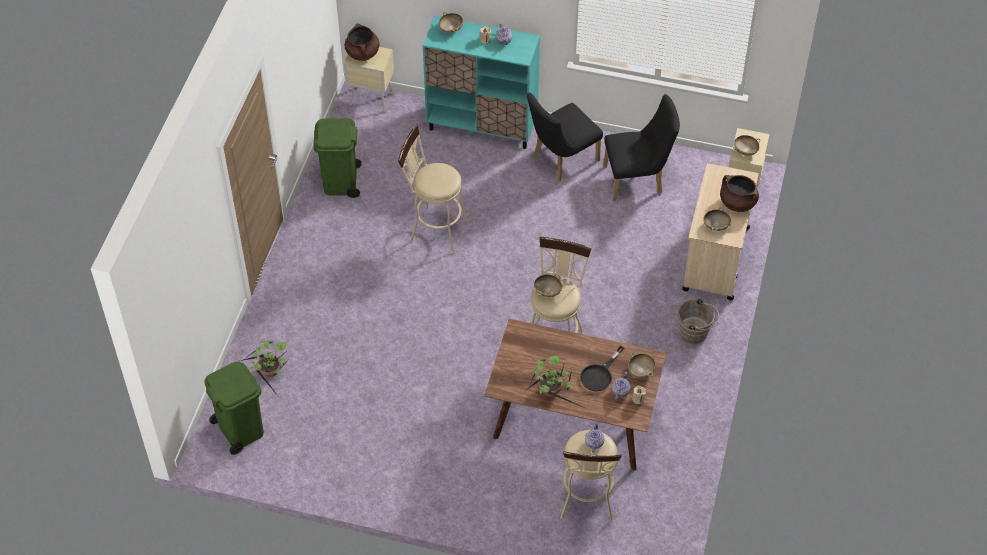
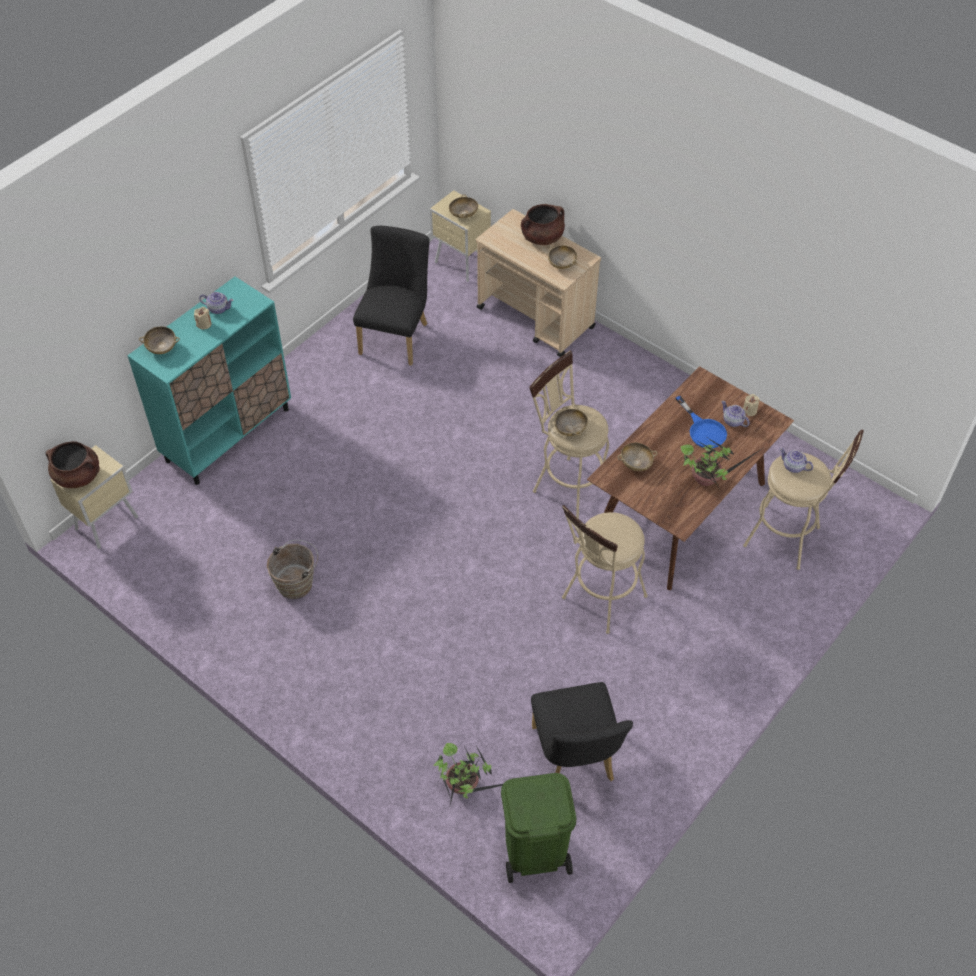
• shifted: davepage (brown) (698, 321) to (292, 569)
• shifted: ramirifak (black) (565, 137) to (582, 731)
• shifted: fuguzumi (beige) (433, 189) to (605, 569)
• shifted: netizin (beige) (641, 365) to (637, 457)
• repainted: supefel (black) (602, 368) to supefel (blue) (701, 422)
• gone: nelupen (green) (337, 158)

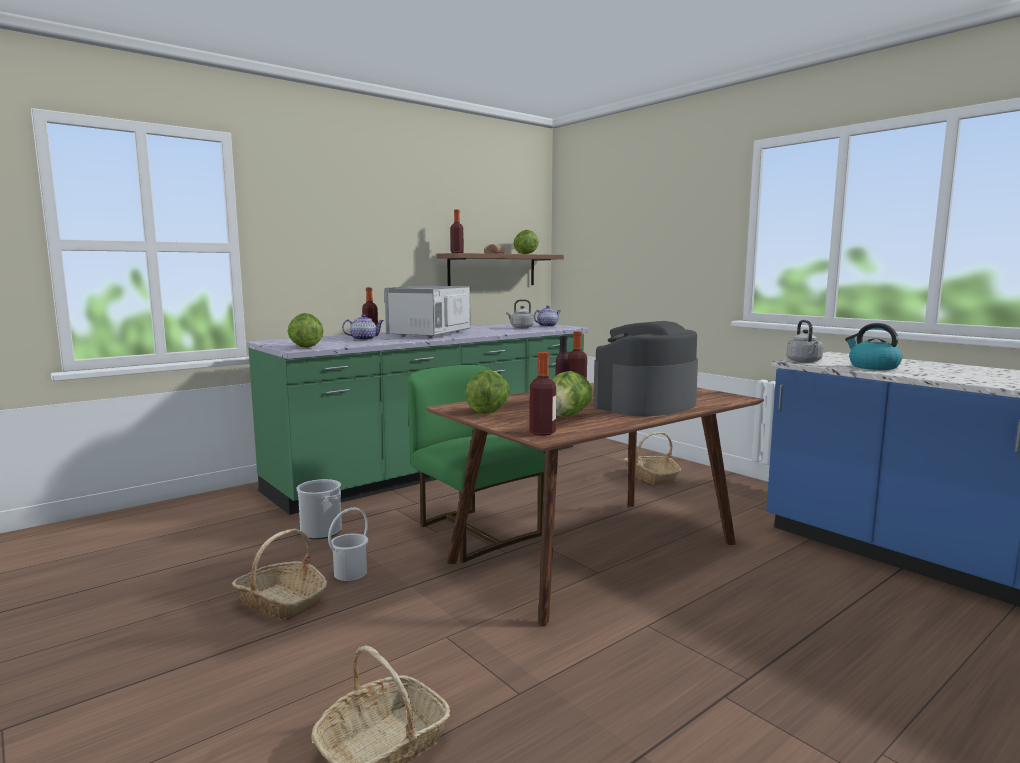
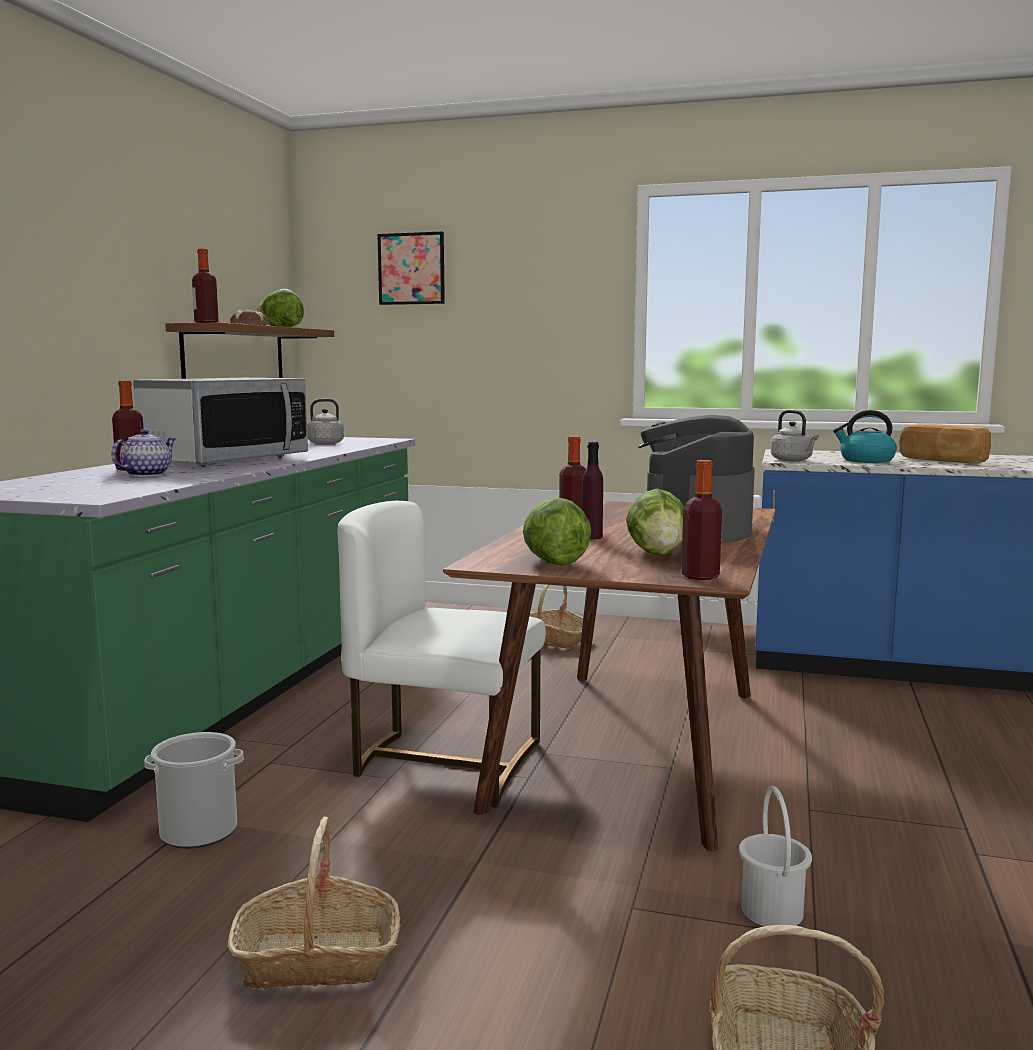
• rotated: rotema (427, 312) = (220, 422) 135 degrees counterclockwise
• repainted: ramirifak (green) (476, 464) to ramirifak (white) (442, 654)
• new: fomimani (411, 268)
• shifted: davepage (white) (348, 544) to (775, 856)
• new: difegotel (945, 443)
• gone: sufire (305, 330)
• gone: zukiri (547, 316)

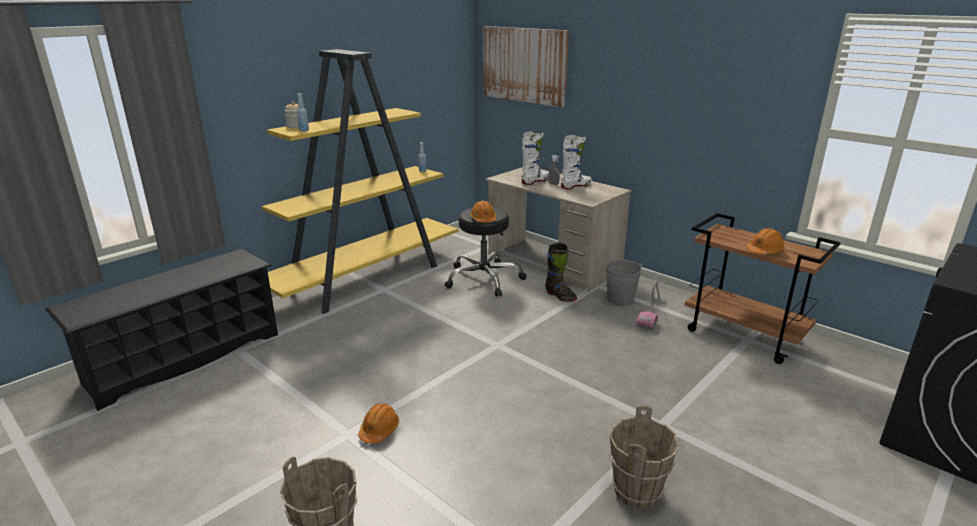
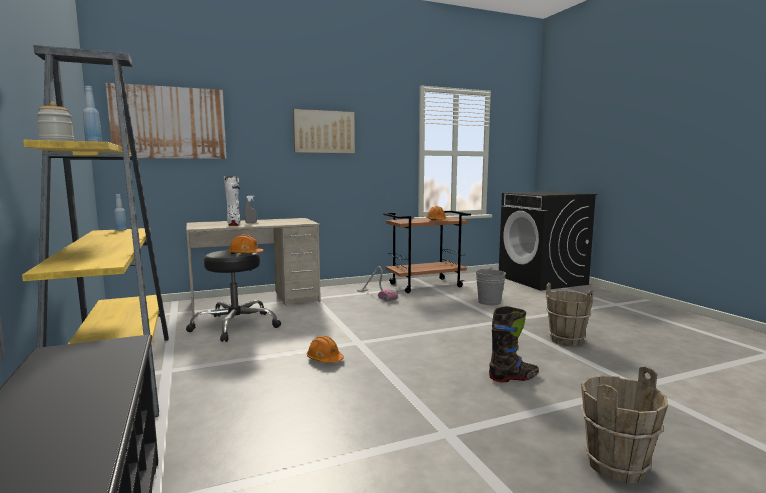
• new: fomimani (324, 131)
• shifted: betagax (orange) (378, 423) to (325, 349)
• shifted: davepage (grey) (623, 283) to (491, 286)
• shifted: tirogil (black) (561, 272) to (514, 344)
• gone: tirogil (white) (576, 162)

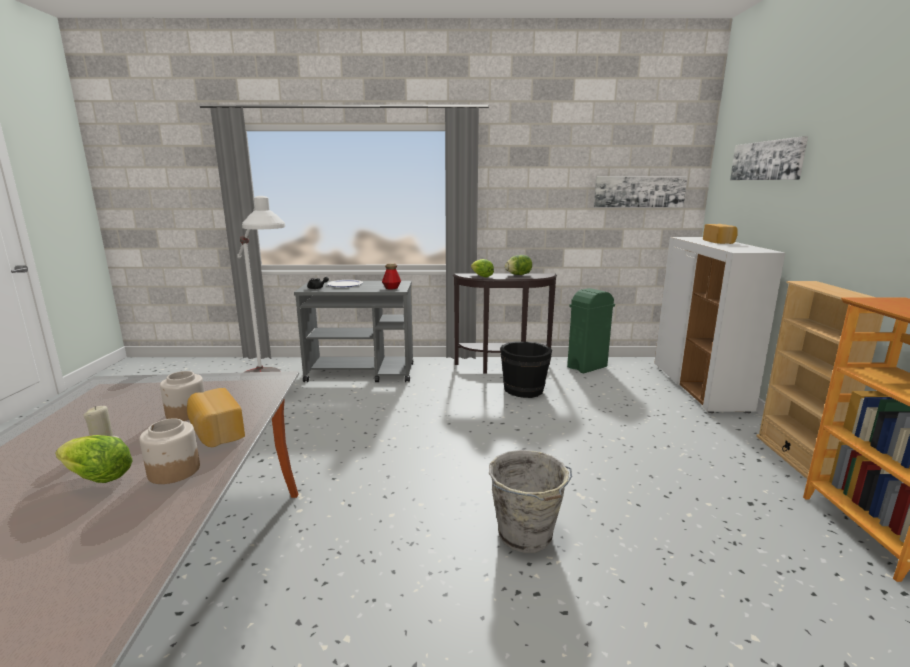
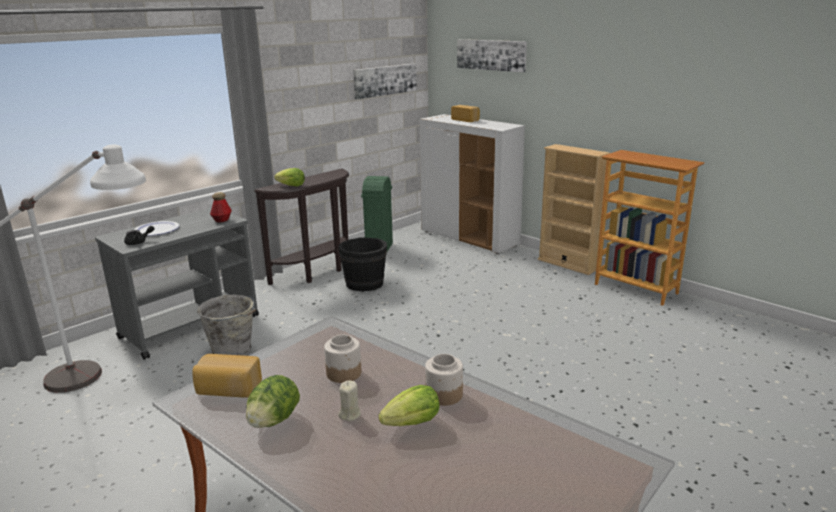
• shifted: difegotel (216, 417) to (227, 376)
• shifted: davepage (grey) (530, 501) to (226, 325)
• shifted: sufire (518, 265) to (273, 401)

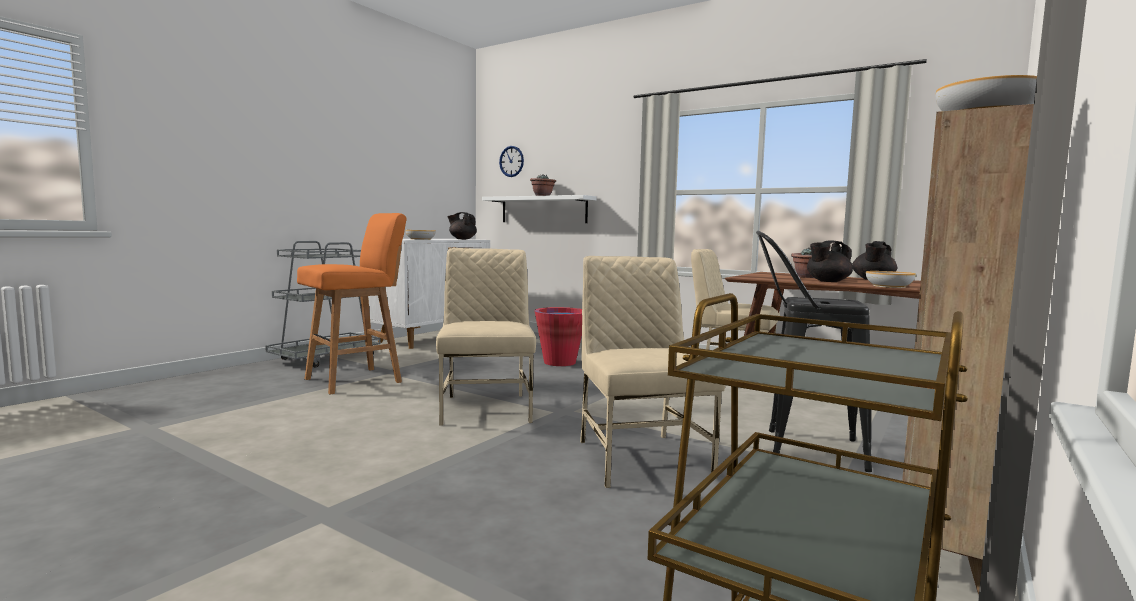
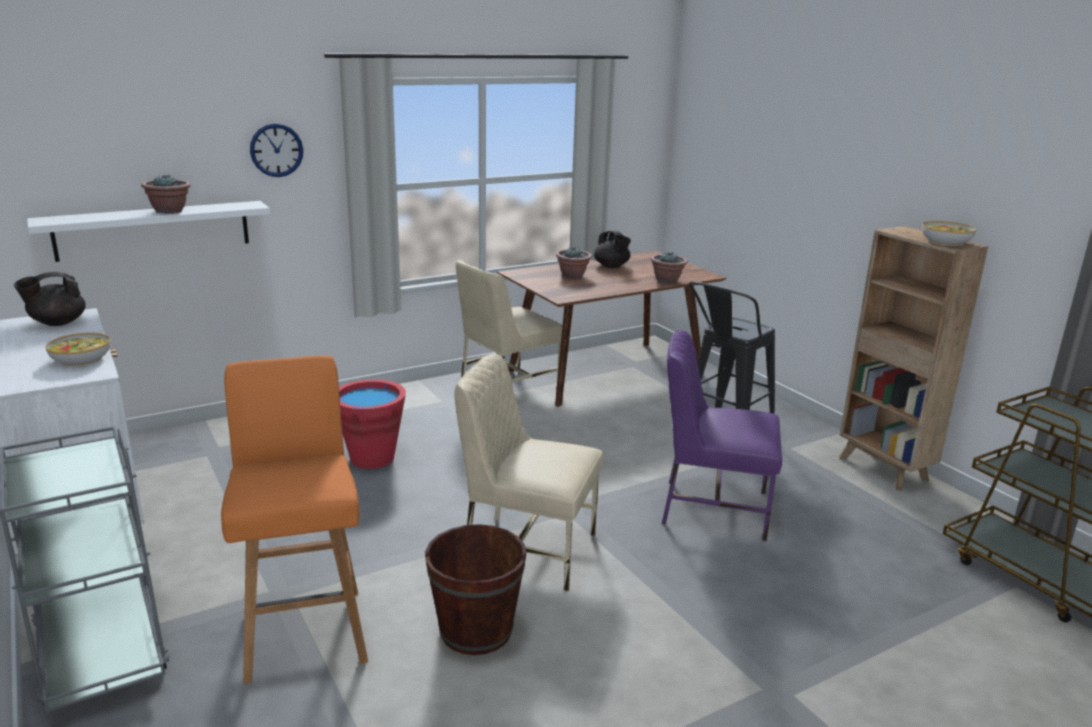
• shifted: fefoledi (511, 161) to (276, 150)
• new: davepage (brown) (476, 589)
• swapped: netizin (891, 279) to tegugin (669, 268)
• repainted: ramirifak (beige) (653, 372) to ramirifak (purple) (722, 435)
• gone: zukiri (black) (830, 261)

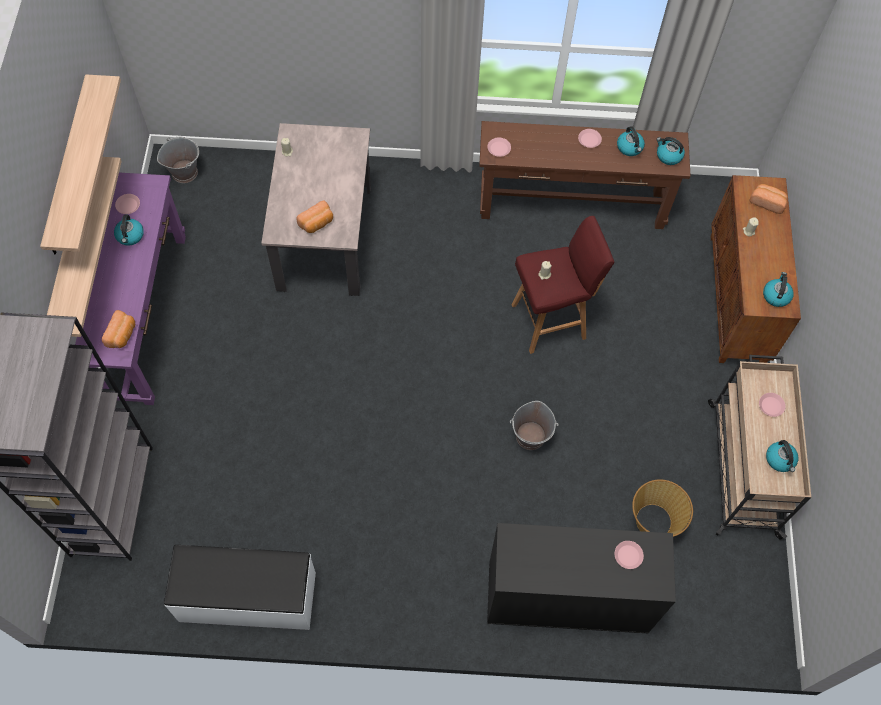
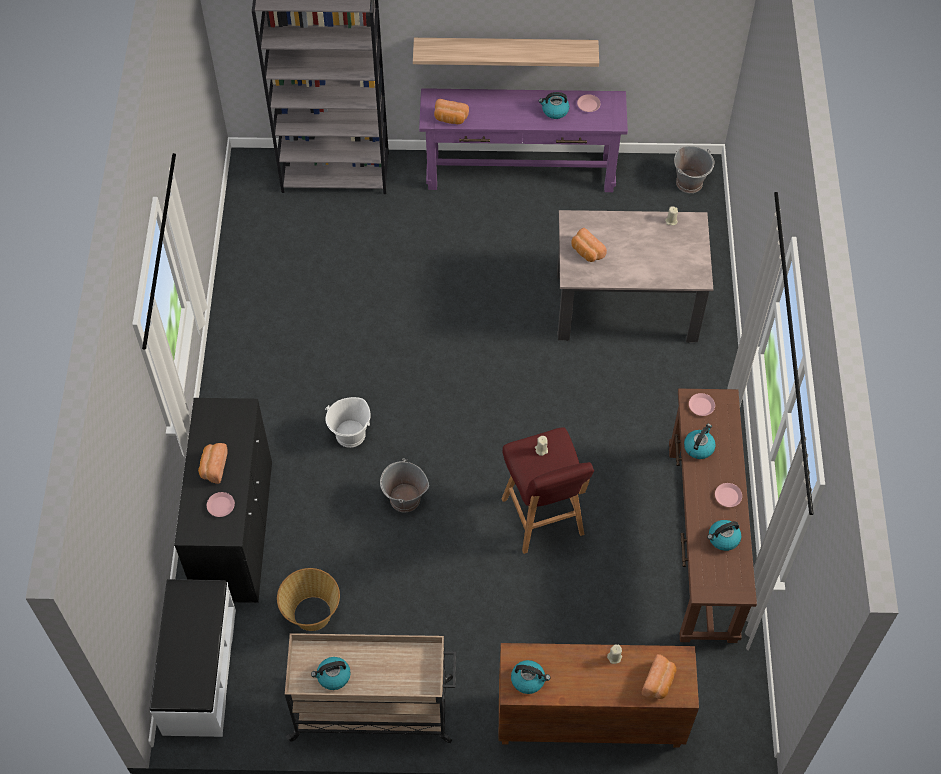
• shifted: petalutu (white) (240, 587) to (193, 658)
• new: difegotel (213, 463)
• new: davepage (white) (348, 422)
• shifted: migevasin (670, 151) to (700, 441)
• gone: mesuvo (80, 164)
• gone: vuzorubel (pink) (772, 405)

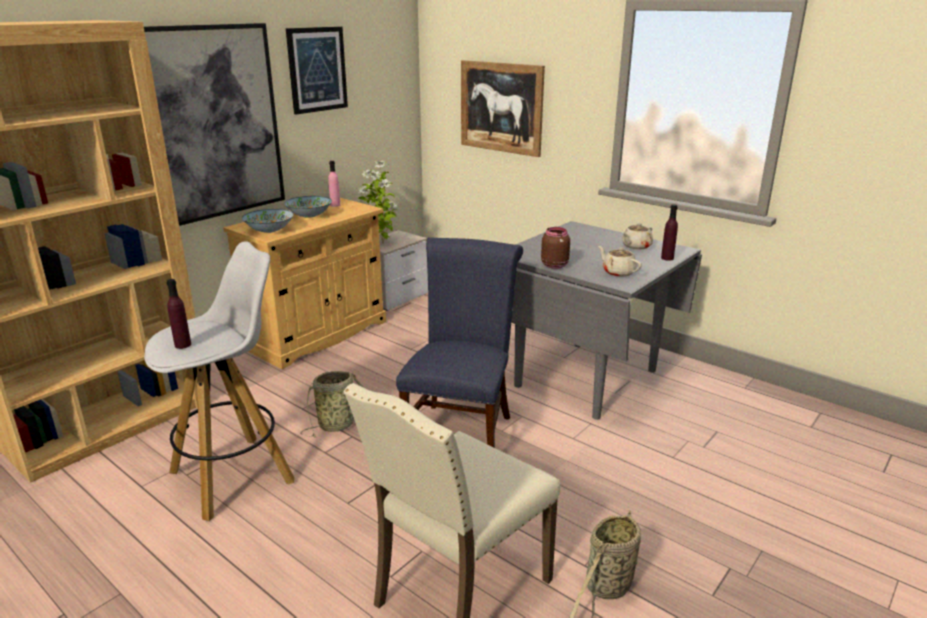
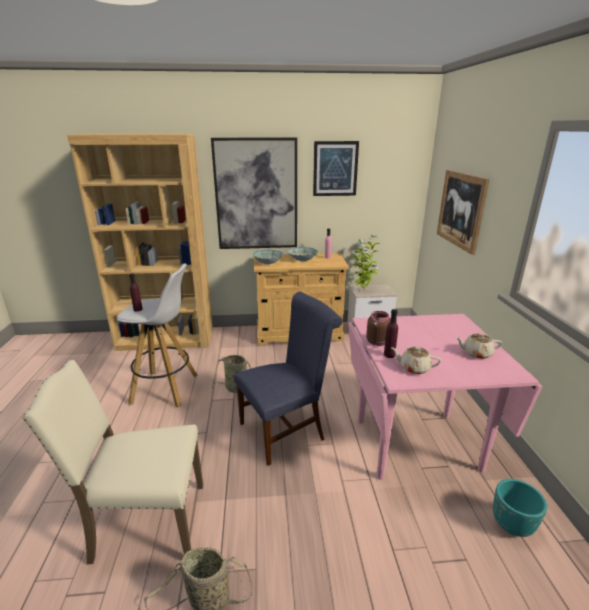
• repainted: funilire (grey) (606, 320) to funilire (pink) (445, 397)
• shifted: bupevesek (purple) (669, 232) to (391, 333)
• rotated: zukiri (beige) (620, 261) = (416, 360) 75 degrees counterclockwise
• new: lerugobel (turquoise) (520, 508)

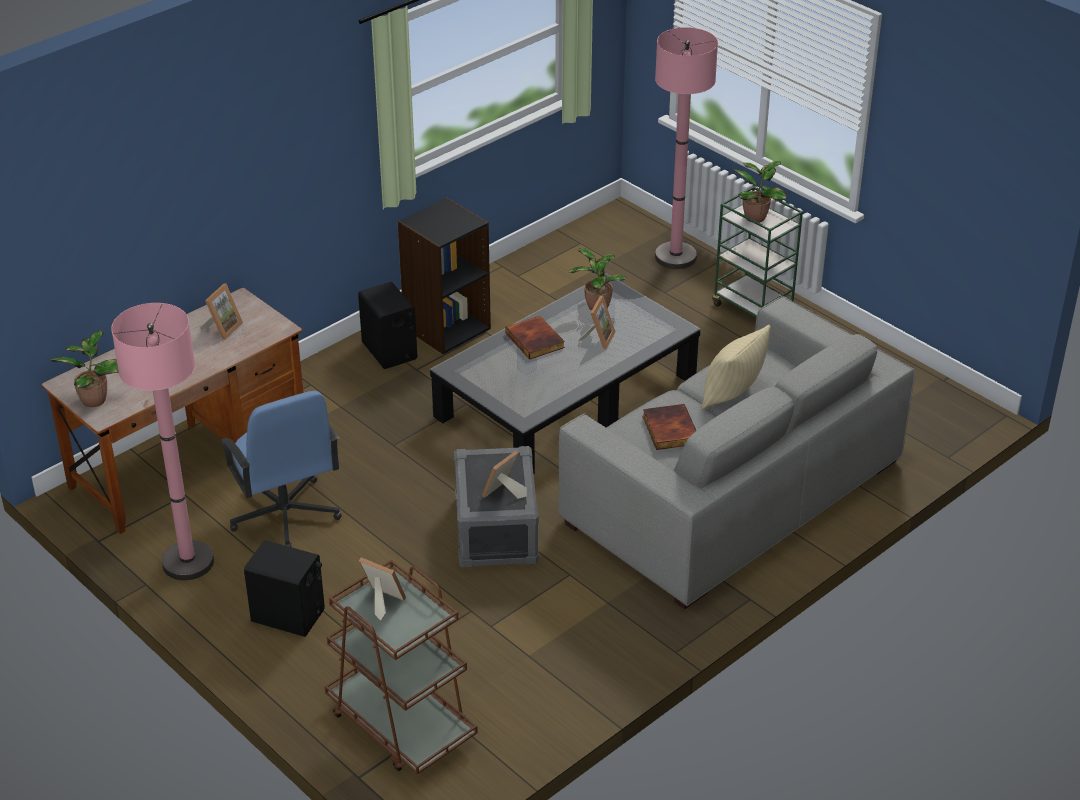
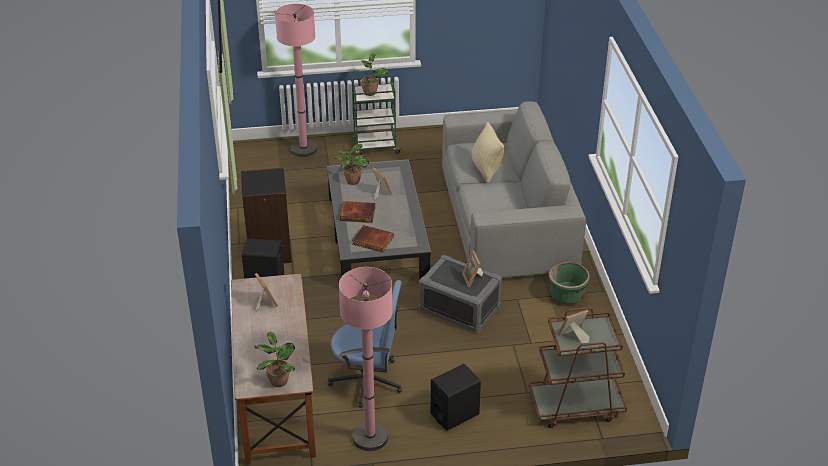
• shifted: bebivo (669, 427) to (372, 239)
• new: lerugobel (green) (569, 283)

